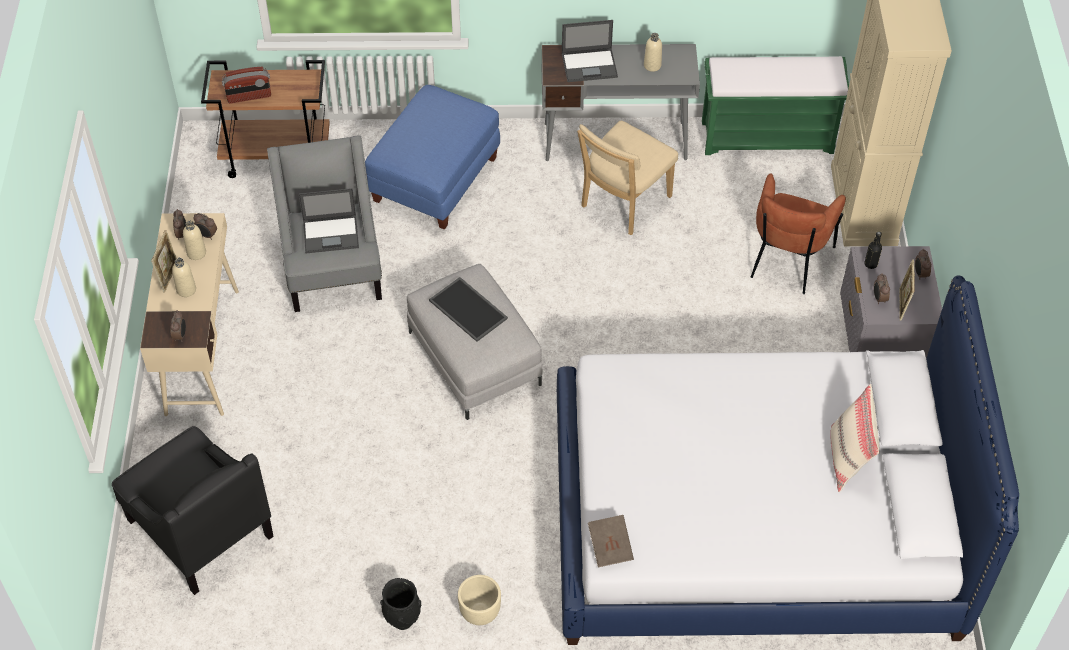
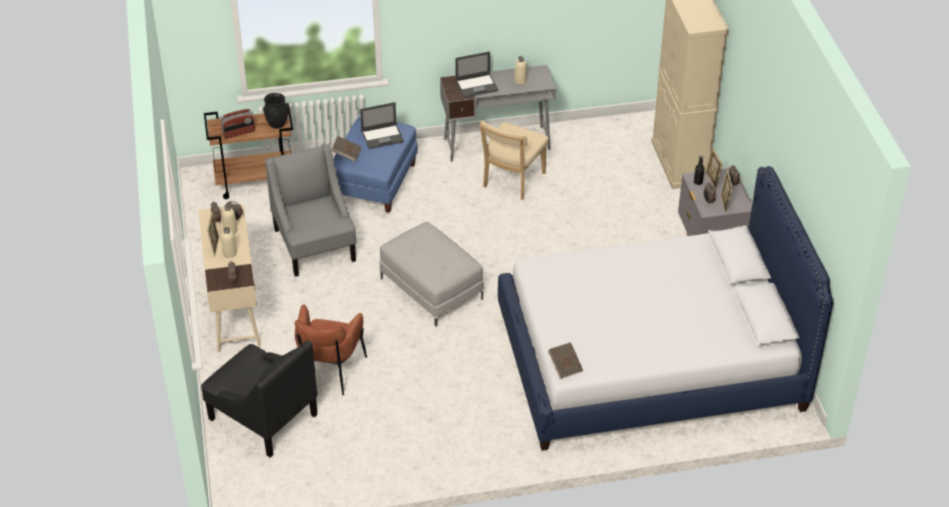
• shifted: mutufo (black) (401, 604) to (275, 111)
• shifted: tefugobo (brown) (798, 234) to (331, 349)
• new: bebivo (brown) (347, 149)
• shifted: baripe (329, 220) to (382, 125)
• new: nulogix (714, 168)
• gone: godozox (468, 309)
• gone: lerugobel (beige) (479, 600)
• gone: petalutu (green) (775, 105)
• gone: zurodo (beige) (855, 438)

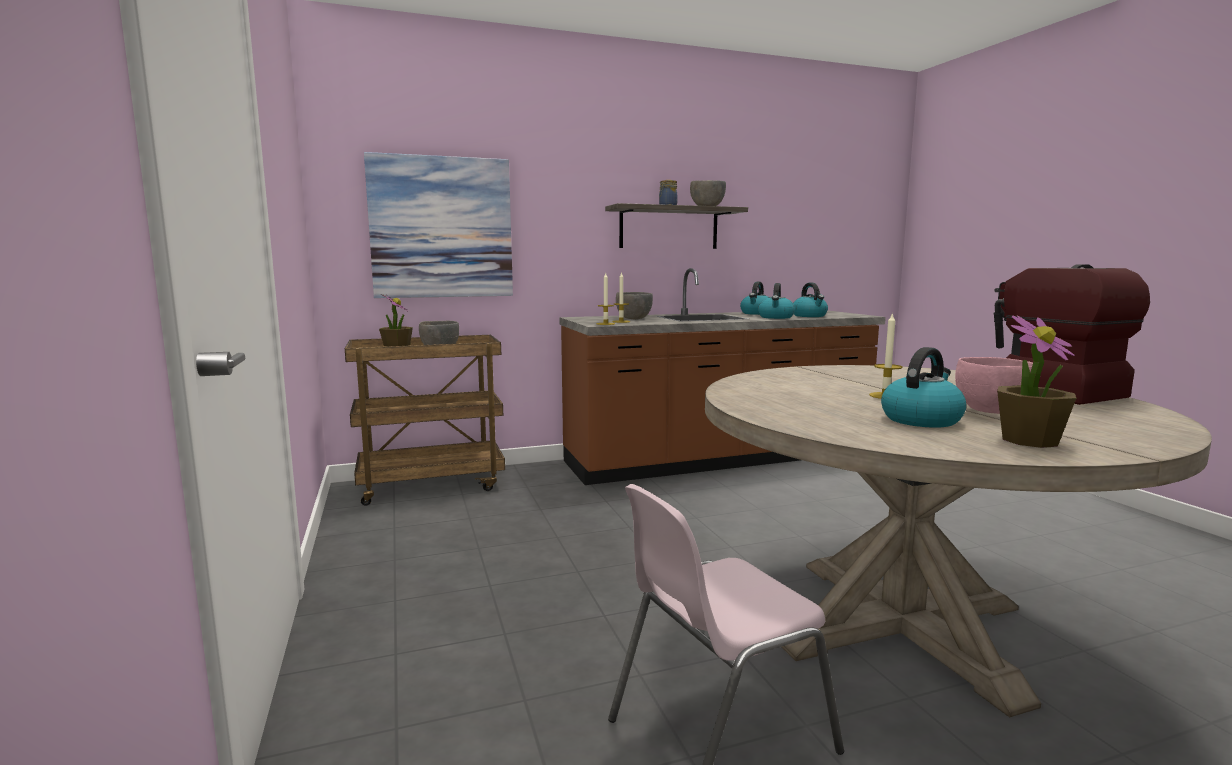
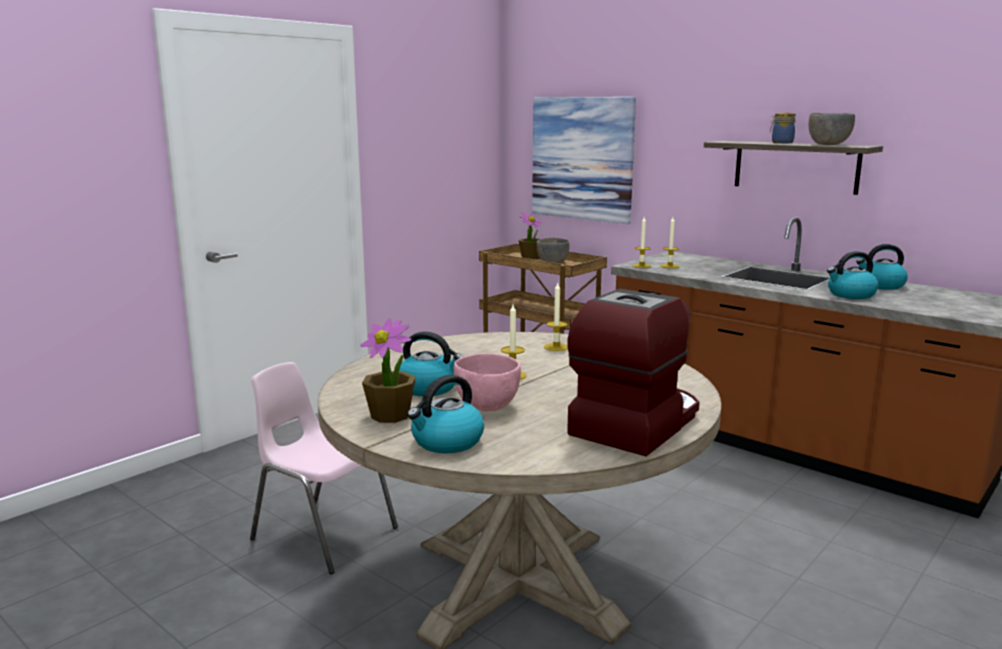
• shifted: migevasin (810, 300) to (445, 414)
• new: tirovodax (556, 317)
• gone: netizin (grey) (634, 306)

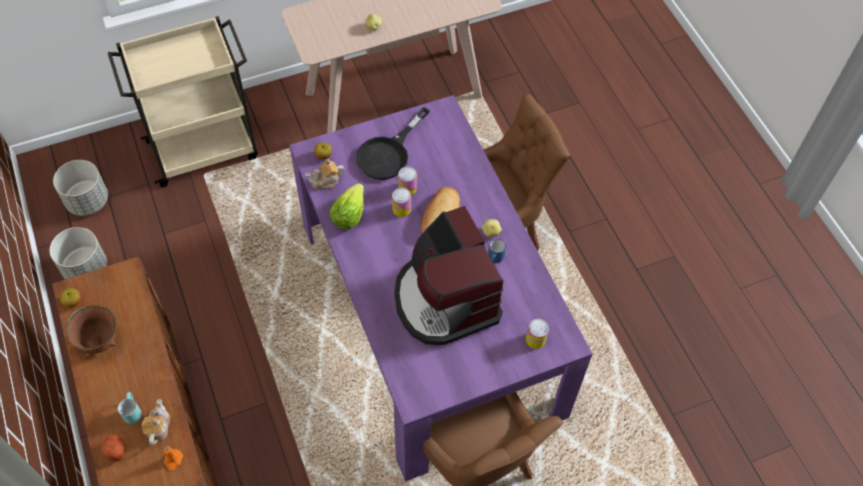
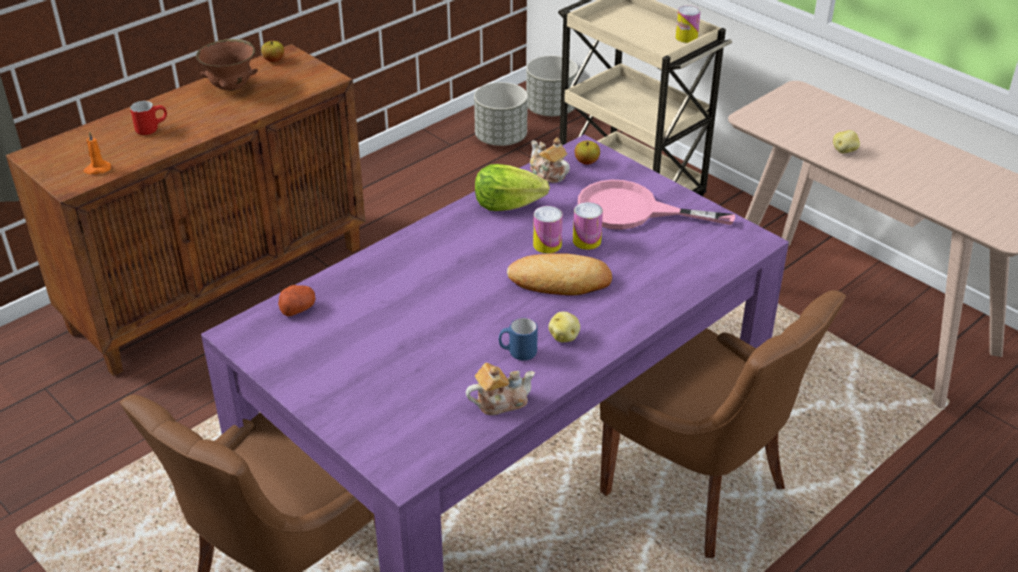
• repainted: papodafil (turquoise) (130, 408) to papodafil (red) (148, 118)
• shifted: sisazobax (112, 448) to (297, 300)
• shifted: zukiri (156, 422) to (500, 389)
• shifted: lerugobel (grey) (78, 253) to (552, 86)
• repainted: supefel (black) (392, 143) to supefel (pink) (656, 205)
• shifted: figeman (537, 334) to (688, 24)
• gone: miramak (448, 275)

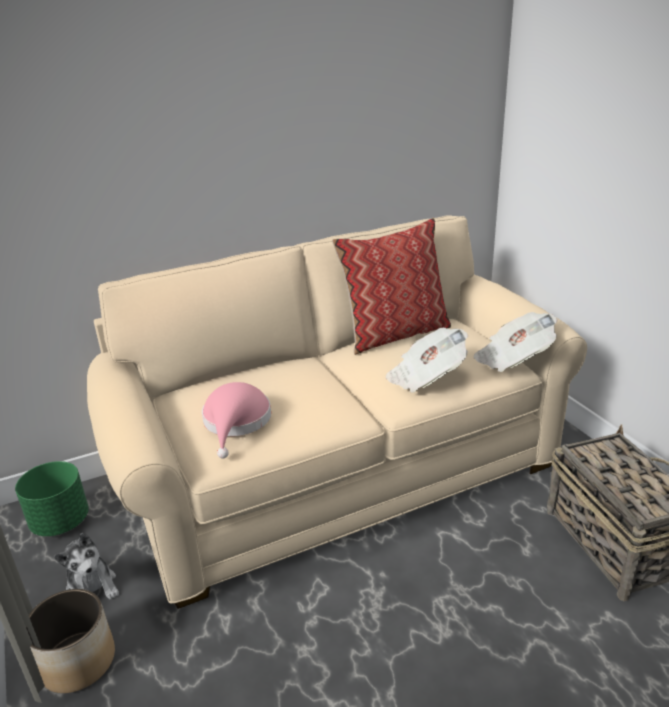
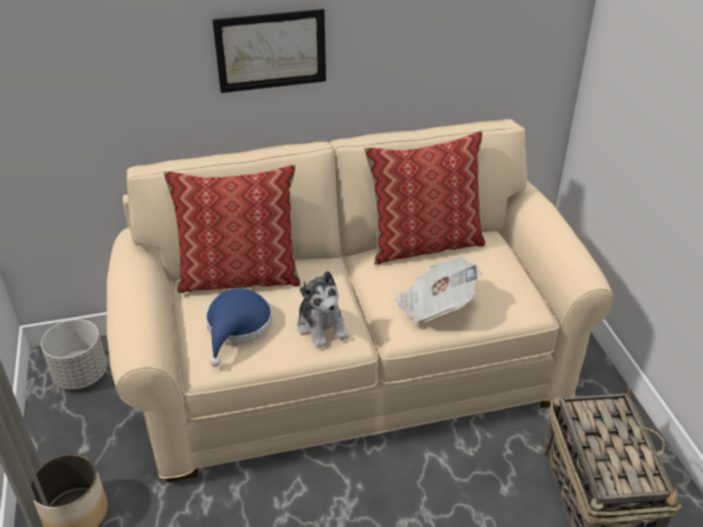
• repainted: lerugobel (green) (52, 499) to lerugobel (grey) (74, 354)
• new: zurodo (232, 228)
• repainted: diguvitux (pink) (236, 420) to diguvitux (blue) (239, 328)
• new: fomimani (269, 51)
• shifted: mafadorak (86, 566) to (323, 309)
• gone: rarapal (516, 342)

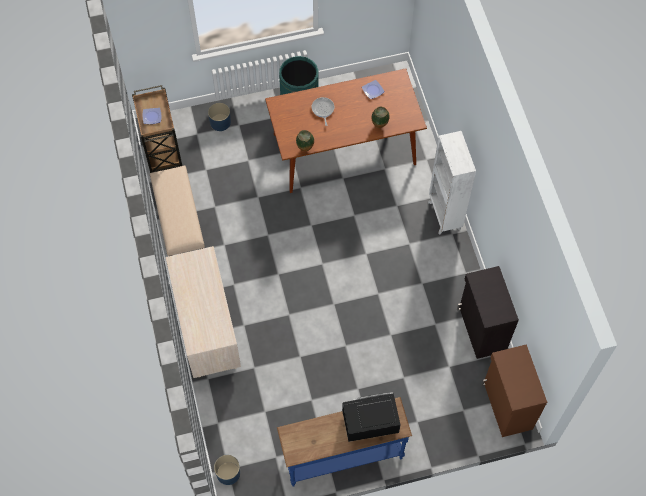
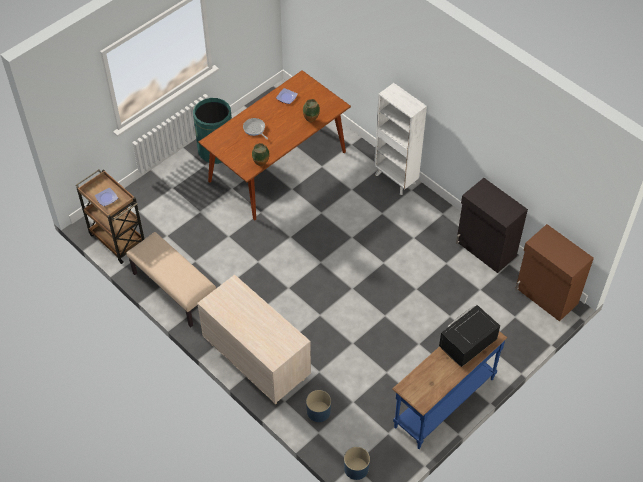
• shifted: lerugobel (blue) (219, 117) to (318, 406)

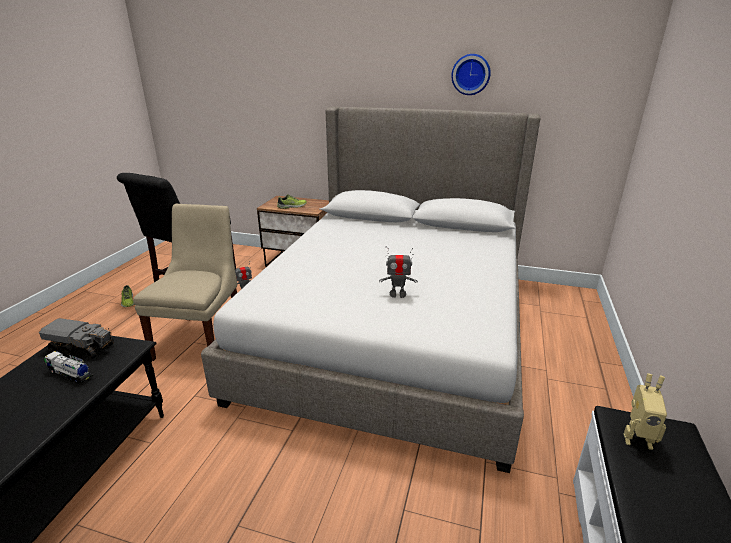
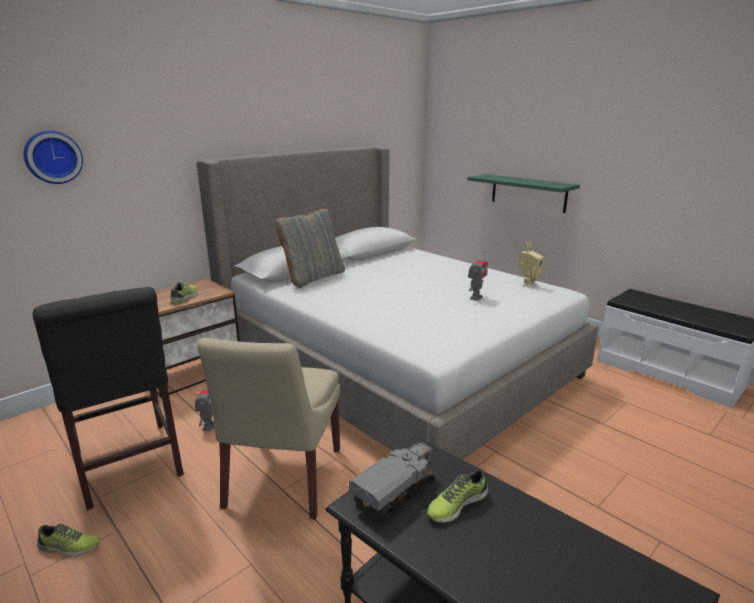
• shifted: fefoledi (471, 74) to (53, 157)
• rotated: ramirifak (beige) (185, 282) = (269, 429) 120 degrees counterclockwise
• new: zurodo (grey) (310, 248)
• swapped: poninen (68, 367) to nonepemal (457, 496)
• new: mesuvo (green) (523, 193)
• shifted: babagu (645, 411) to (530, 264)

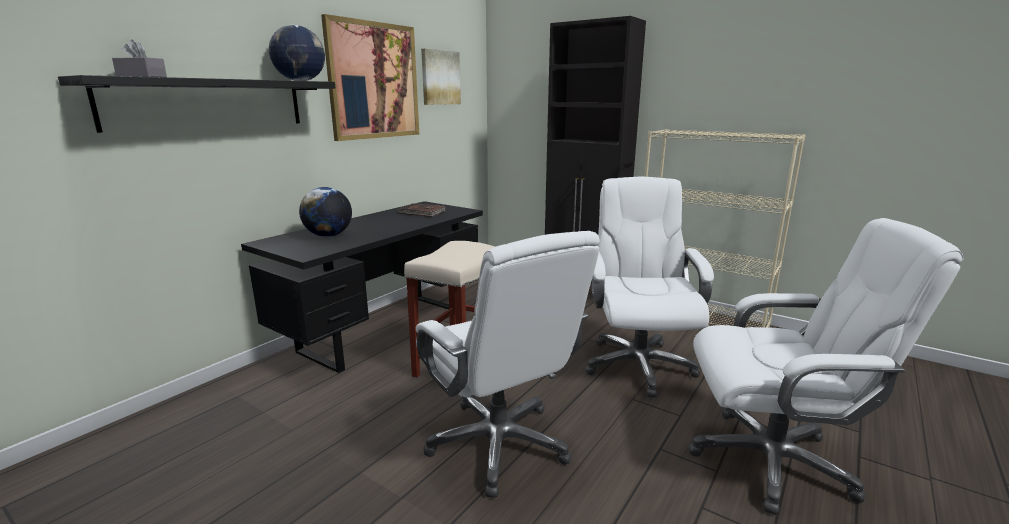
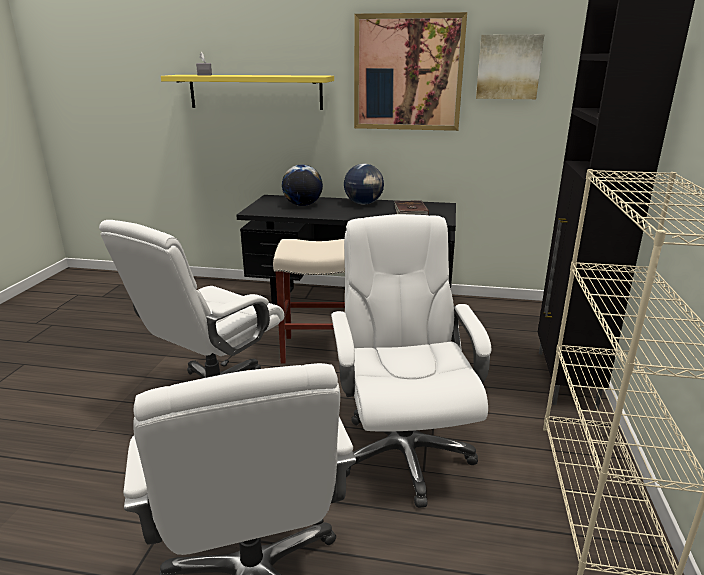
• repainted: mesuvo (black) (196, 104) to mesuvo (yellow) (247, 92)
• rotated: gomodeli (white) (649, 287) = (411, 361) 75 degrees counterclockwise
• shifted: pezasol (297, 53) to (364, 184)

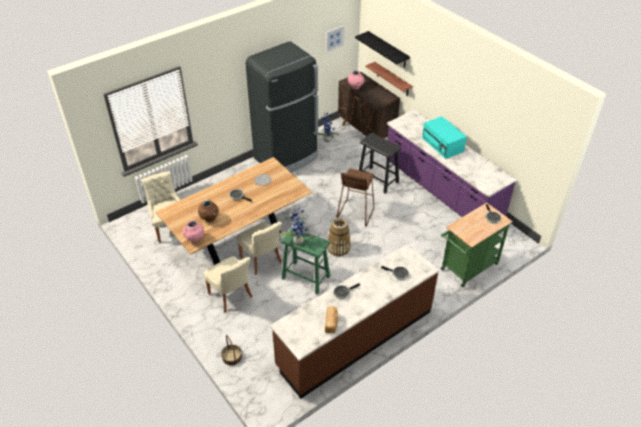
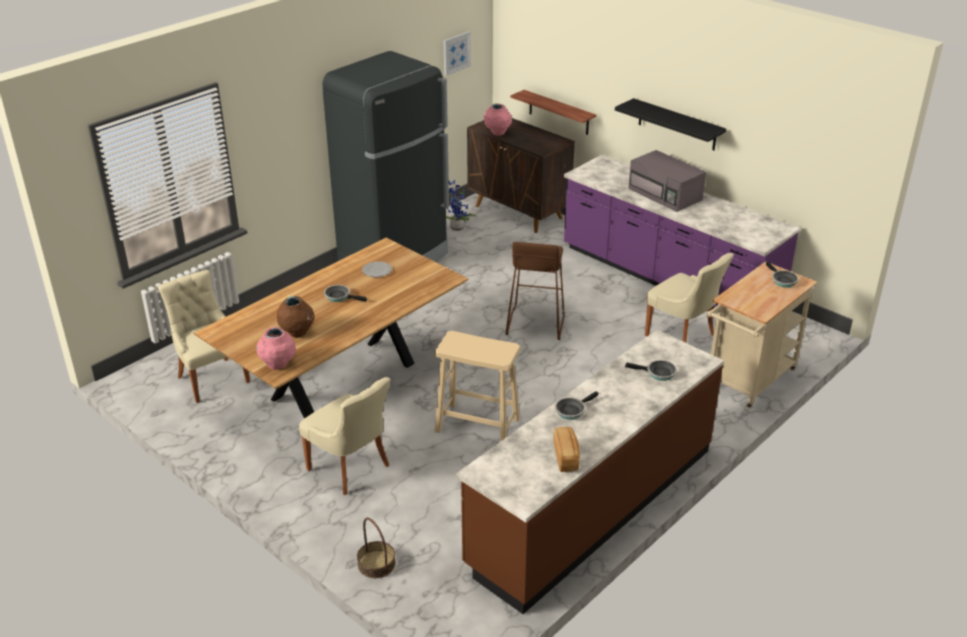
• repainted: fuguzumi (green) (305, 260) to fuguzumi (beige) (478, 386)
• shifted: mesuvo (black) (382, 49) to (670, 124)
• repainted: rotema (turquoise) (444, 137) to rotema (grey) (667, 181)
• shifted: ramirifak (beige) (259, 248) to (689, 298)
• repainted: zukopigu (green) (477, 245) to zukopigu (beige) (762, 335)
• gone: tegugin (296, 226)
• gone: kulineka (339, 237)
• gone: fuguzumi (black) (380, 163)

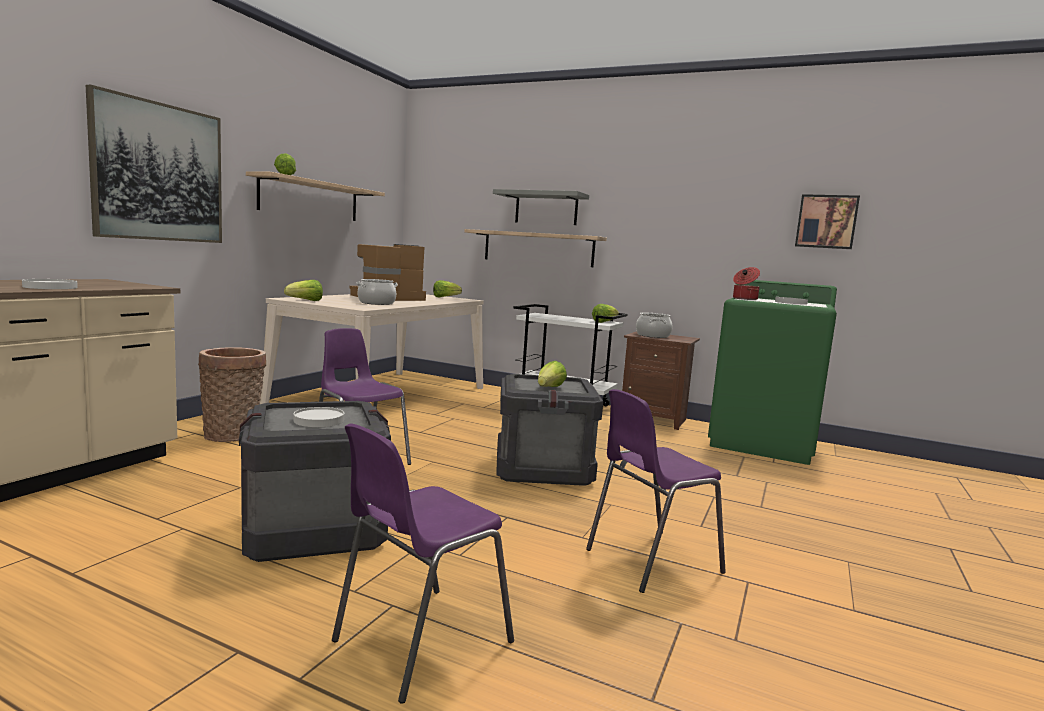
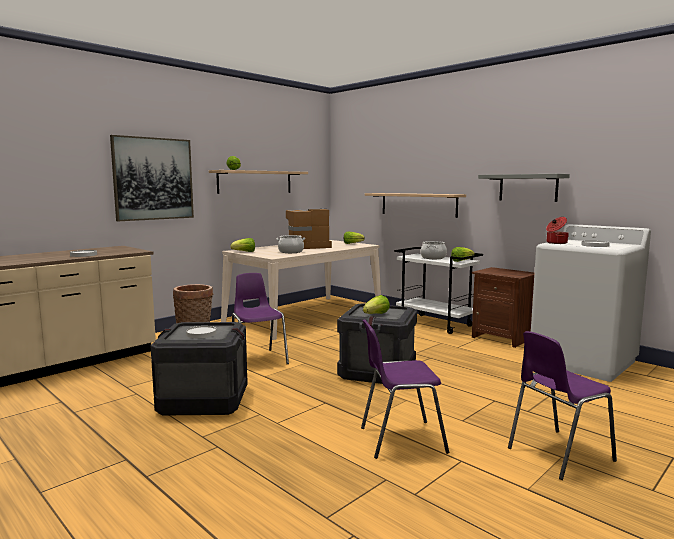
• shifted: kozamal (654, 325) to (434, 250)
• shifted: mesuvo (grey) (541, 207) to (524, 188)
• shifted: ramirifak (purple) (423, 563) to (562, 405)
• repainted: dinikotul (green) (772, 372) to dinikotul (white) (591, 303)
• gone: fomimani (827, 221)

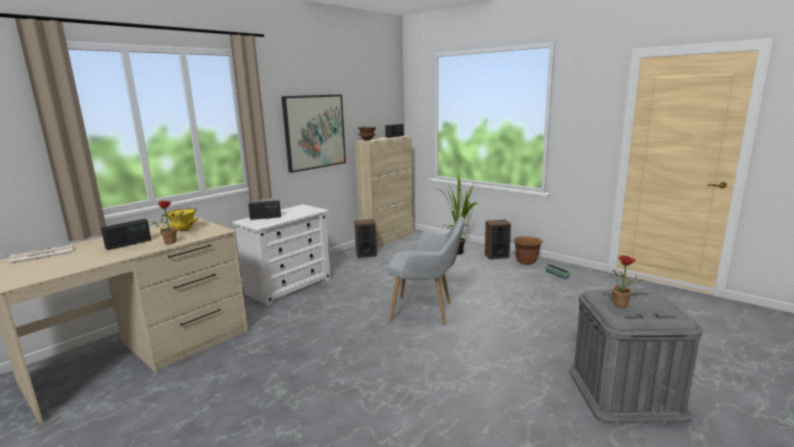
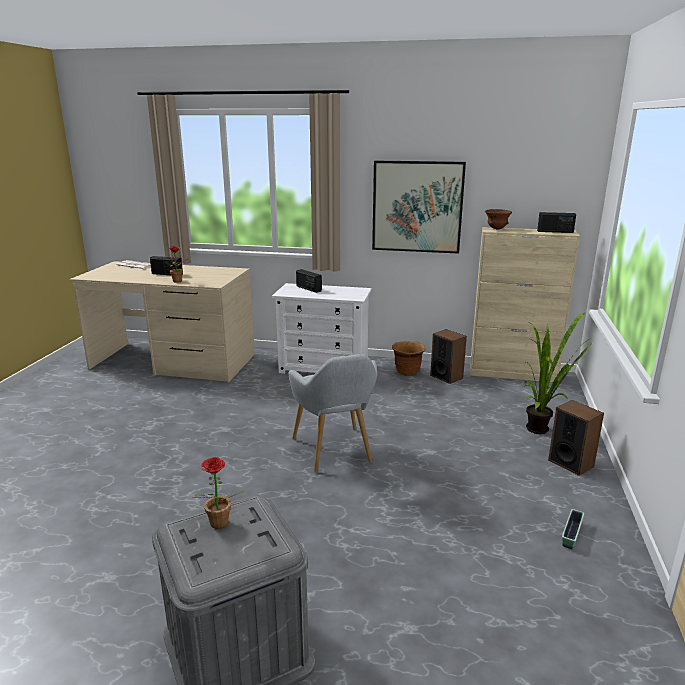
• shifted: lerugobel (brown) (528, 250) to (409, 358)
• gone: netizin (yellow) (182, 219)

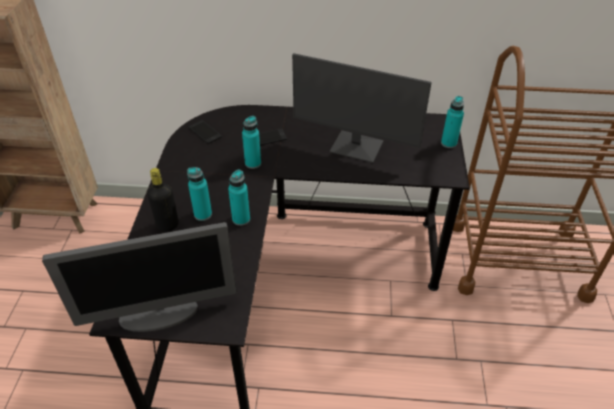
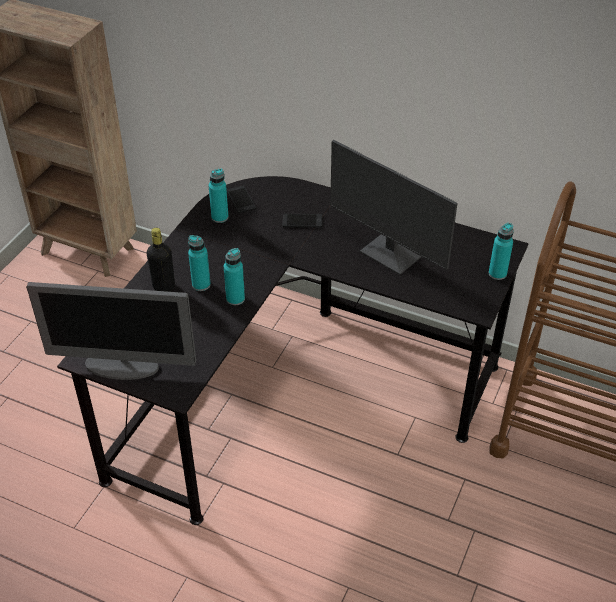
• shifted: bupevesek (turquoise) (251, 142) to (218, 196)

